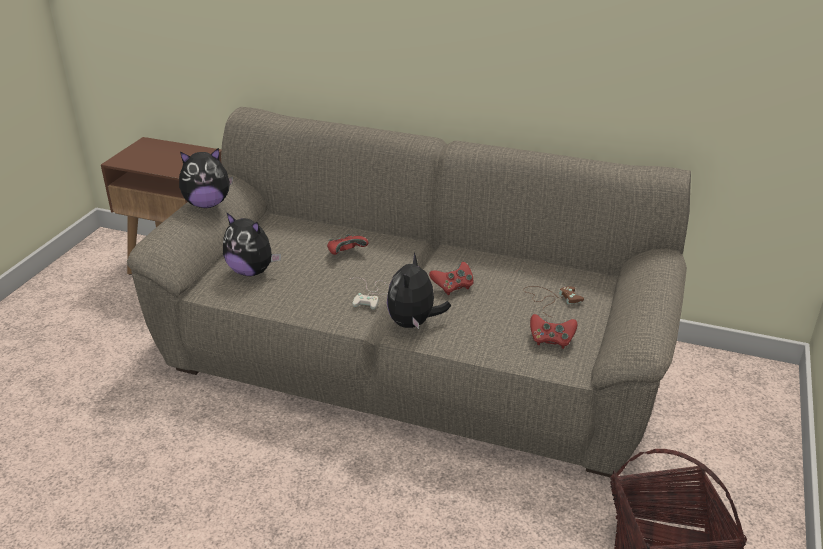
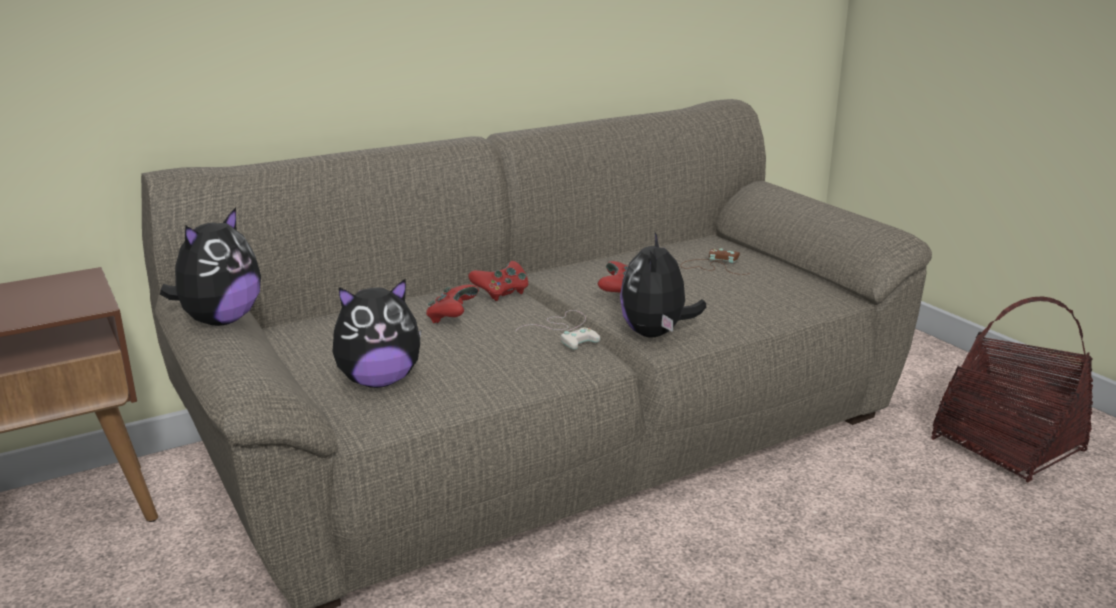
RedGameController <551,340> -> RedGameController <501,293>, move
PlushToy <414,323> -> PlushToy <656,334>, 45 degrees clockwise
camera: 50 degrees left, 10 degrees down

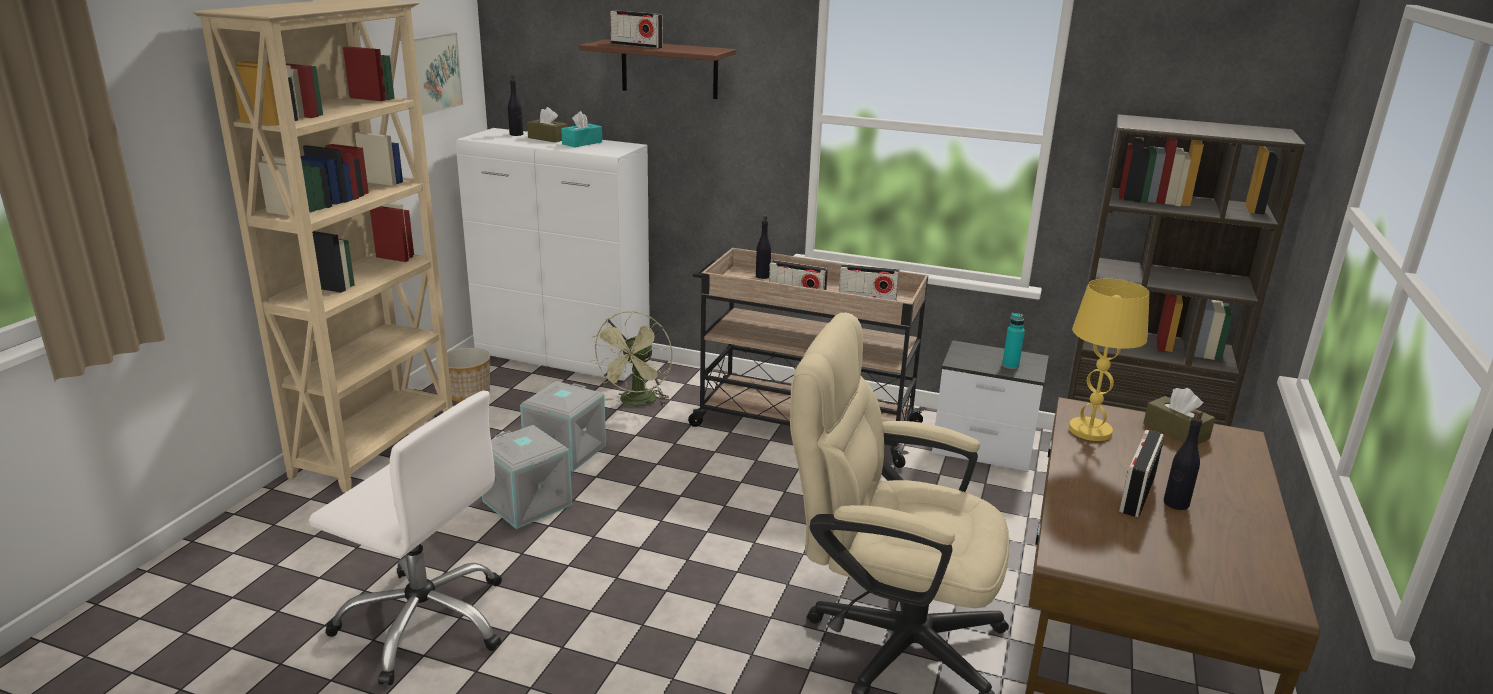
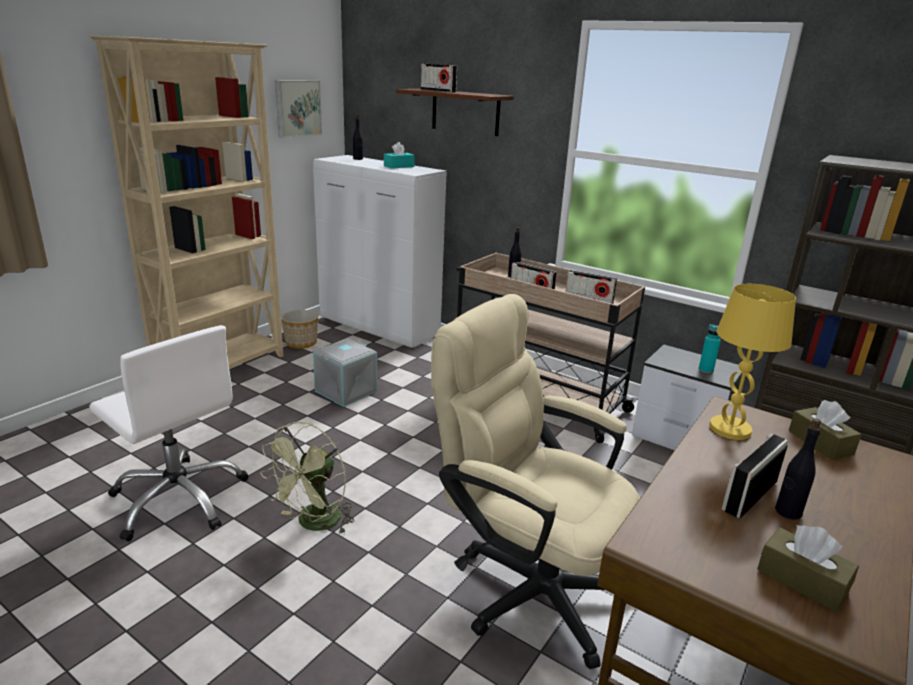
GreenFan <636,403> -> GreenFan <314,524>, move
BrownTissueBox <548,138> -> BrownTissueBox <802,580>, move
GreyStorageBox <529,502> -> none
camera: 15 degrees right, 0 degrees up

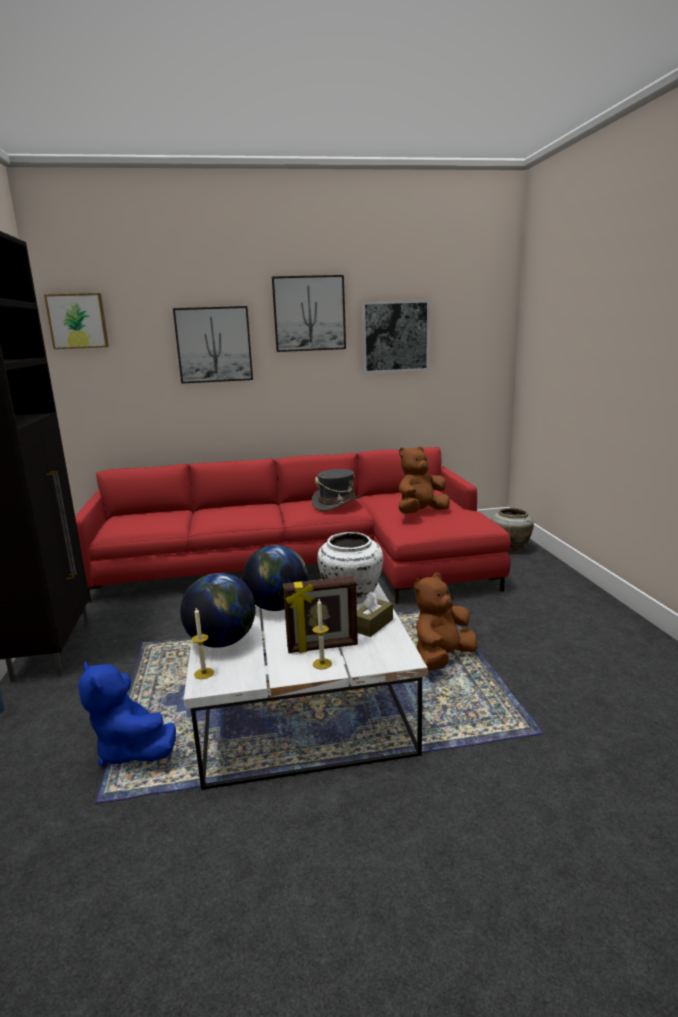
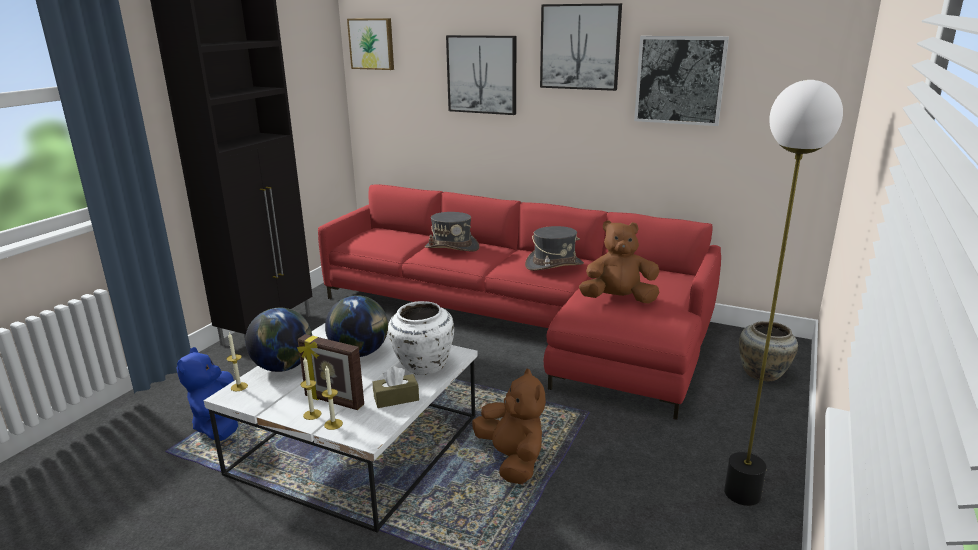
none -> Candle <333,424>
none -> GreyHat <452,247>
BrownPlushToy <442,658> -> BrownPlushToy <512,460>, 75 degrees clockwise
none -> FloorLamp <742,494>
camera: 35 degrees right, 5 degrees up

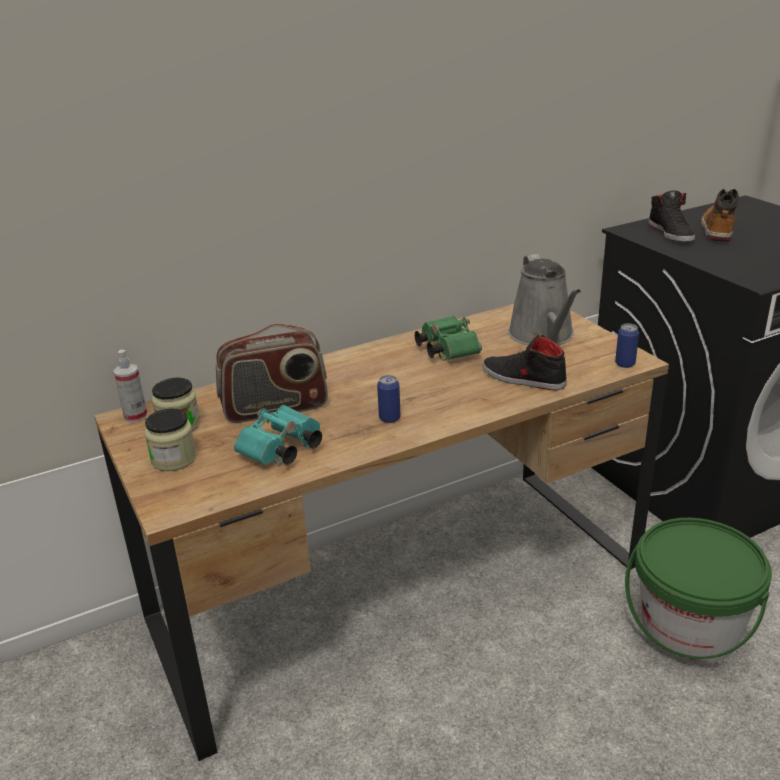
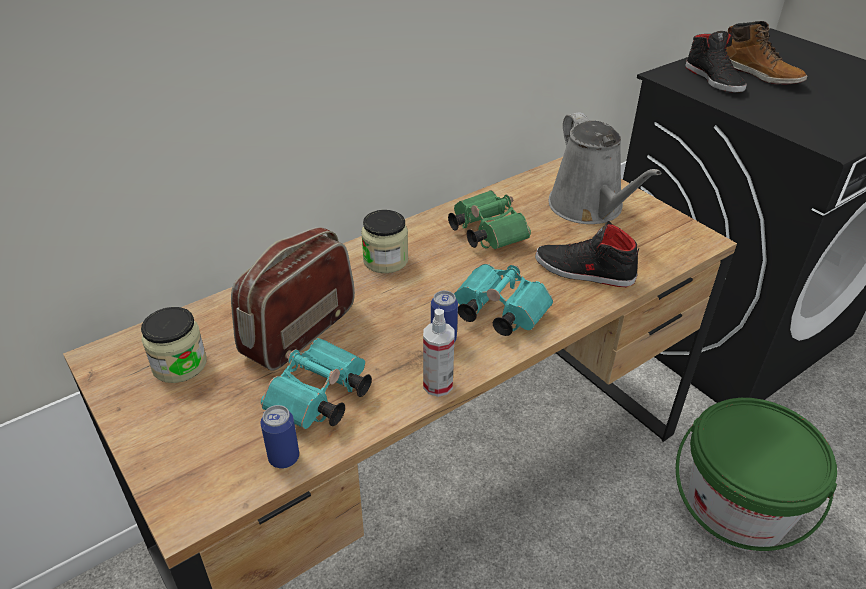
Radio <275,408> -> Radio <299,331>, 150 degrees clockwise
Can <625,364> -> Can <284,458>, move
Jar <174,459> -> Jar <385,260>, move
SprayBottle <135,416> -> SprayBottle <438,385>, move
none -> TurquoiseBinoculars <496,312>
Boot <717,229> -> Boot <760,74>, 135 degrees clockwise
camera: 10 degrees left, 10 degrees up

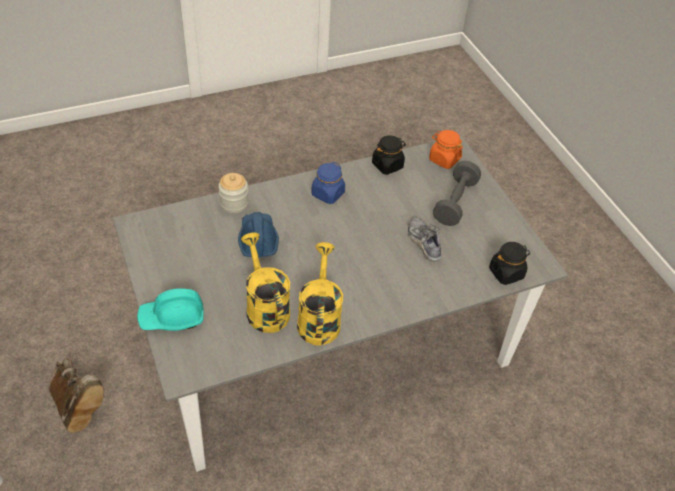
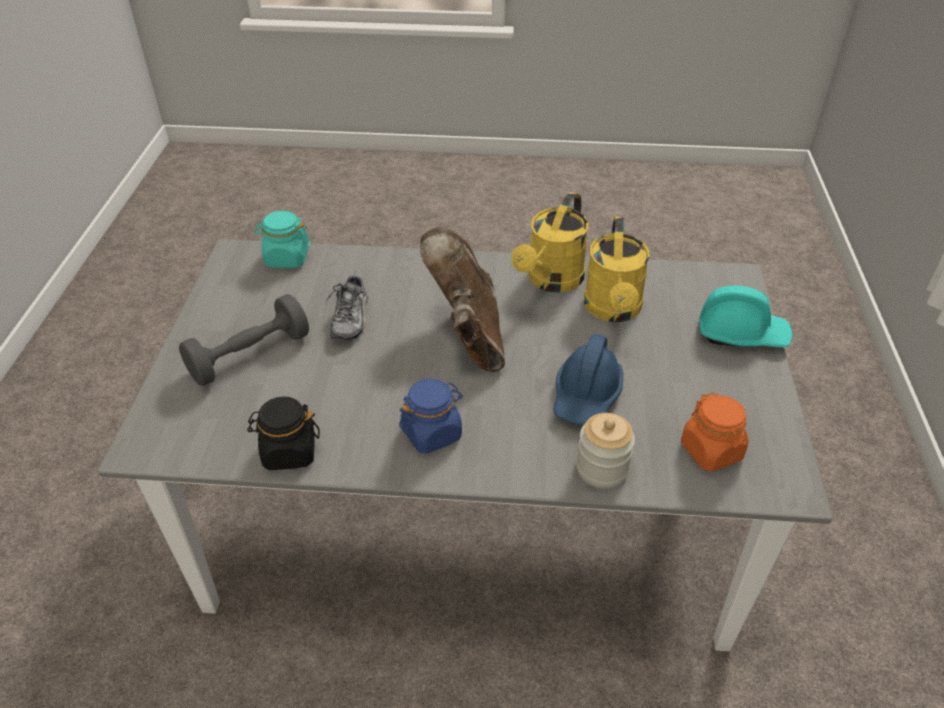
BlackJar <506,273> -> TurquoiseJar <286,258>
BrownBoot <78,408> -> BrownBoot <469,335>, move
OrangeJar <444,159> -> OrangeJar <711,451>, move
camera: 150 degrees left, 5 degrees down

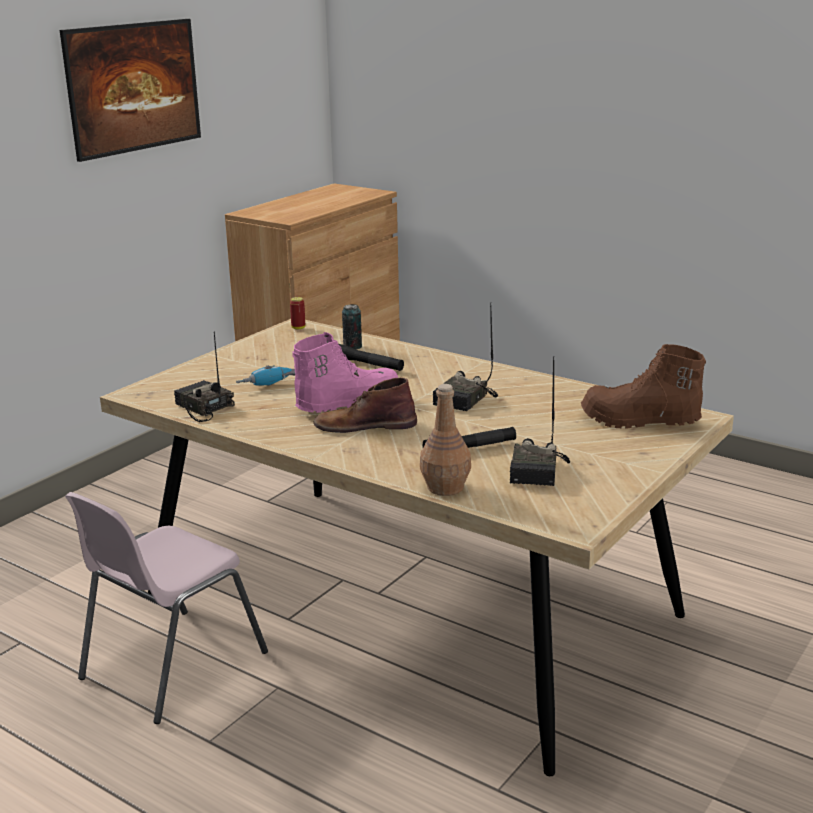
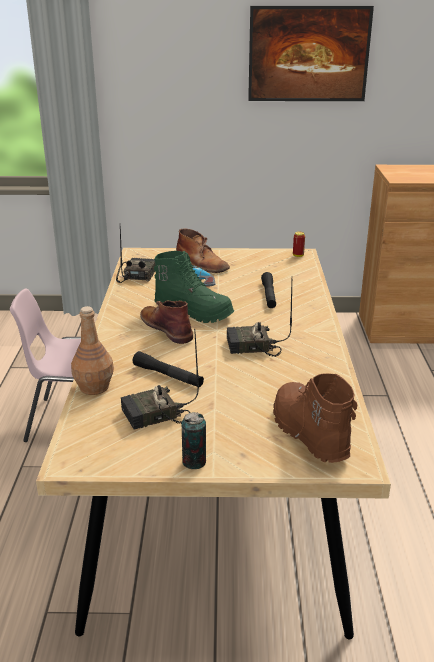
PinkBoot <348,404> -> GreenBoot <194,311>
none -> BrownBoot <201,264>
Can <352,347> -> Can <194,462>, move
camera: 55 degrees right, 5 degrees up

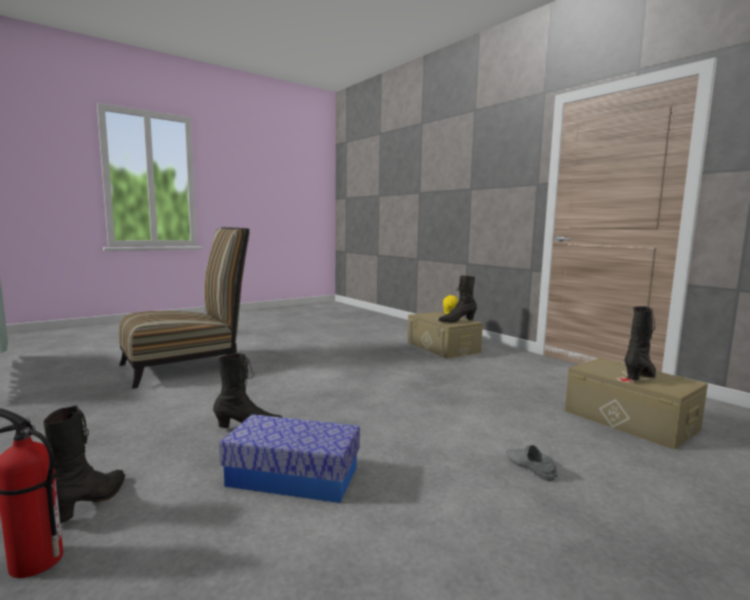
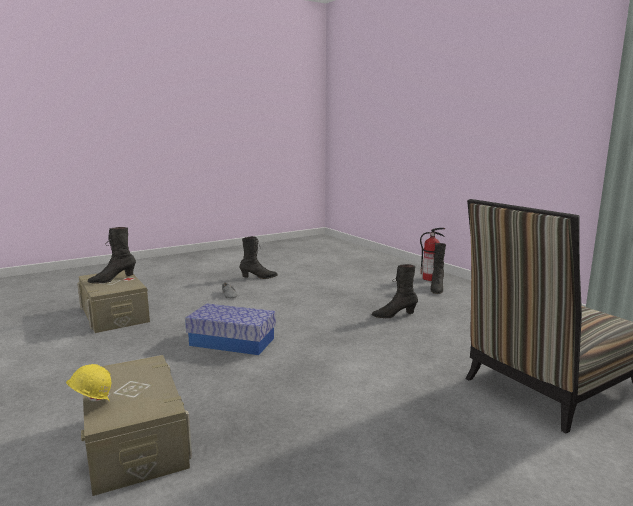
StorageBox <293,476> -> StorageBox <232,342>, move
BlackBoot <457,321> -> BlackBoot <259,277>, move
camera: 175 degrees left, 5 degrees up

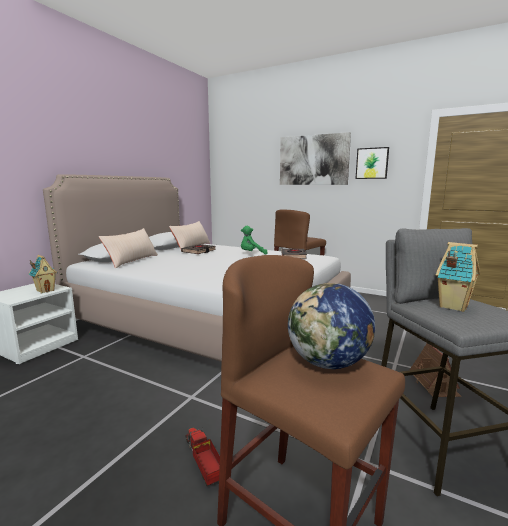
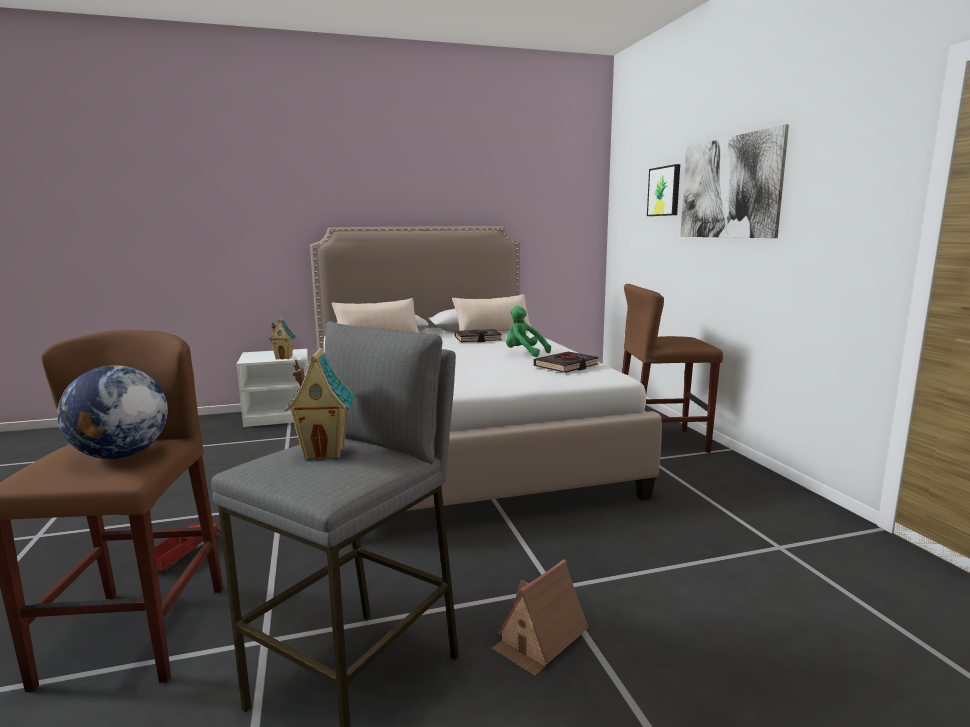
Picture <372,163> -> Picture <665,191>, move
camera: 45 degrees right, 0 degrees up

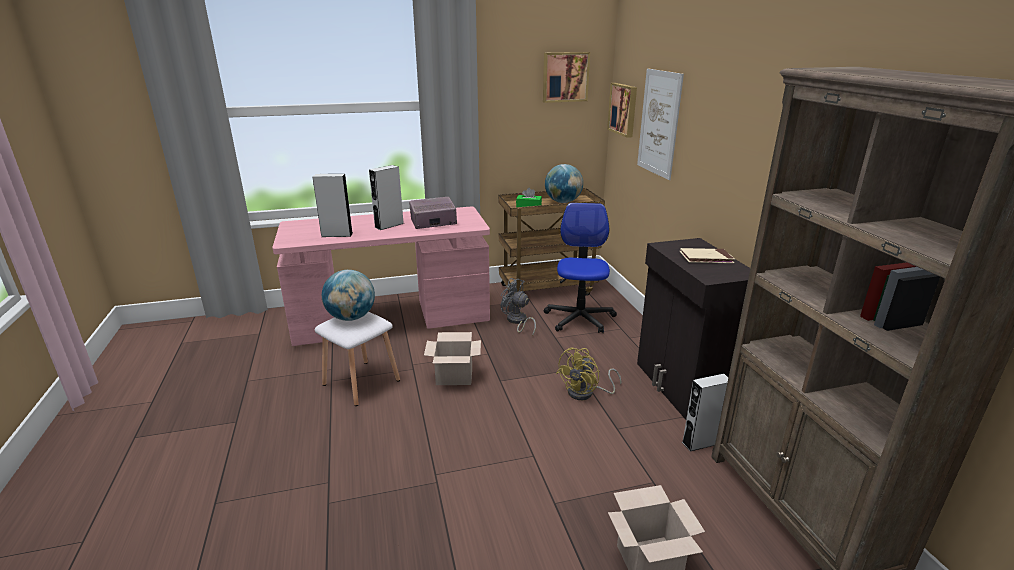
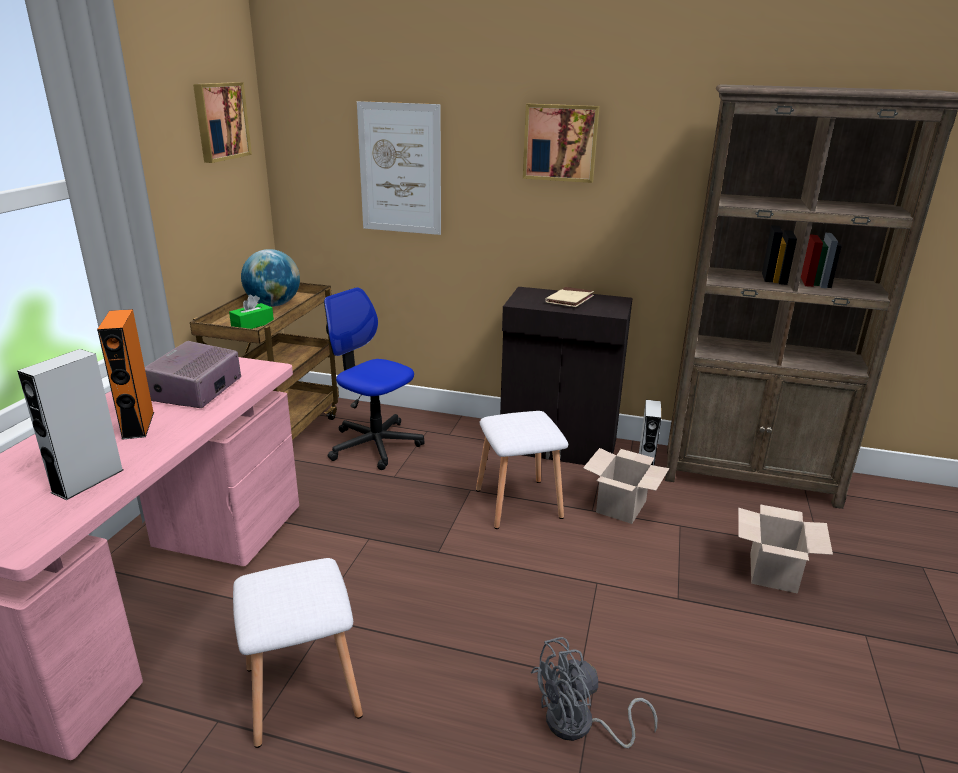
GreySpeaker <389,225> -> OrangeSpeaker <138,425>
YellowFan <586,393> -> WhiteStool <519,503>
Picture <624,109> -> Picture <560,142>, move
GreyFan <517,321> -> GreyFan <579,726>, move
CardboardBox <453,377> -> CardboardBox <621,507>, move
Globe <351,317> -> none
camera: 60 degrees left, 0 degrees up

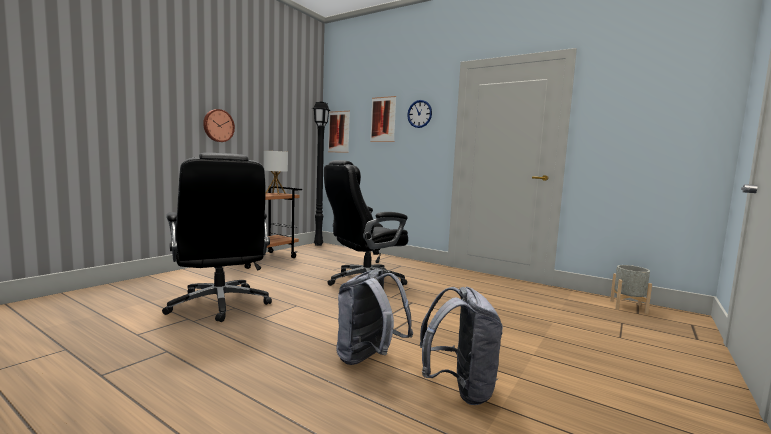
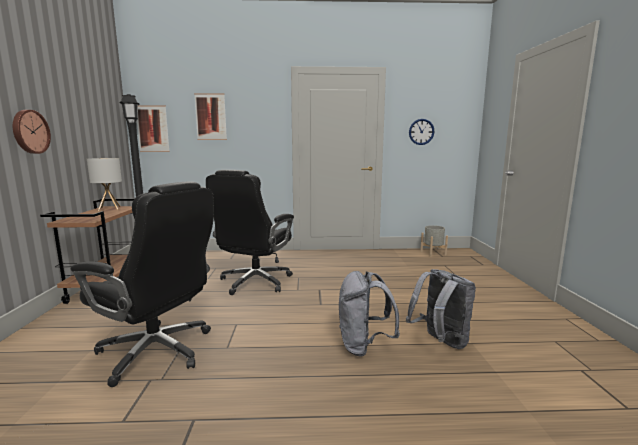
WallClock <419,114> -> WallClock <421,132>, move
camera: 35 degrees left, 5 degrees up

